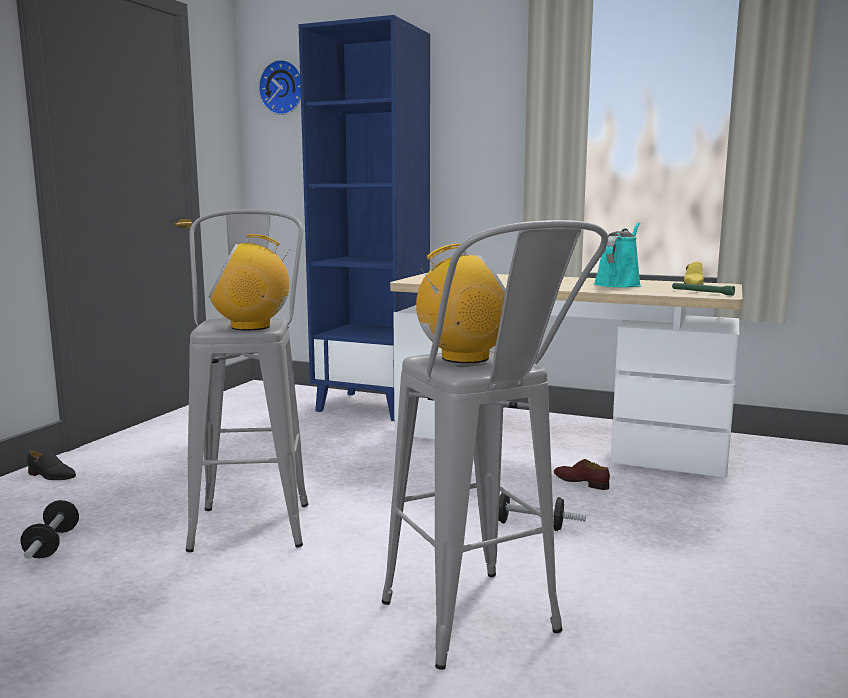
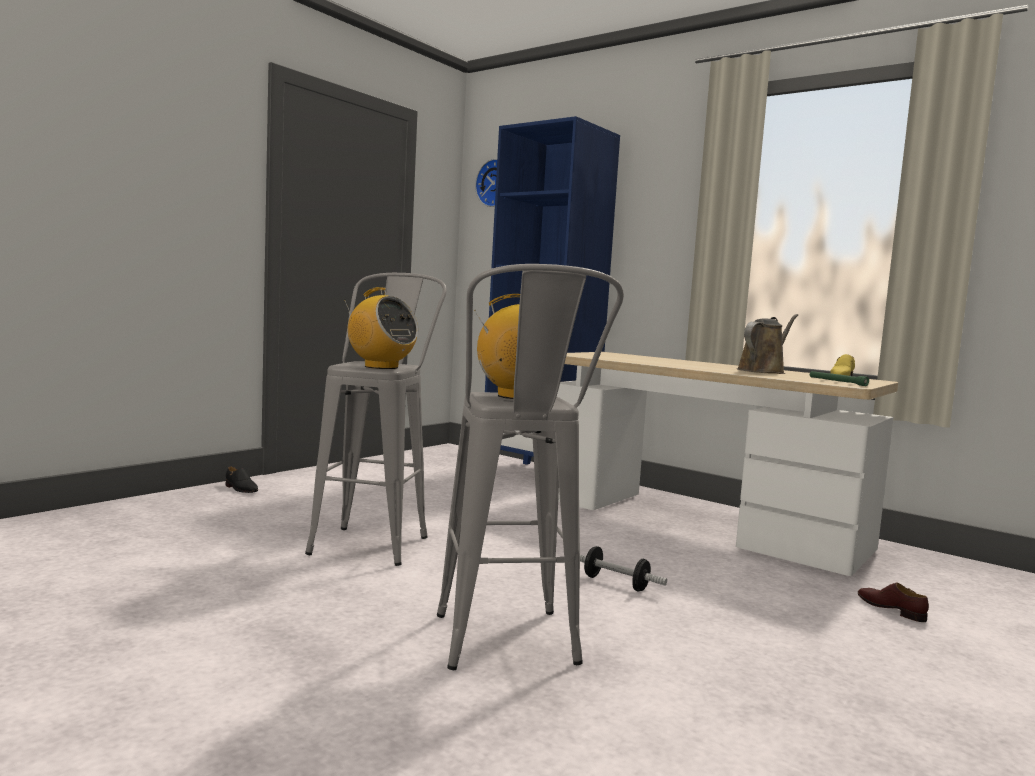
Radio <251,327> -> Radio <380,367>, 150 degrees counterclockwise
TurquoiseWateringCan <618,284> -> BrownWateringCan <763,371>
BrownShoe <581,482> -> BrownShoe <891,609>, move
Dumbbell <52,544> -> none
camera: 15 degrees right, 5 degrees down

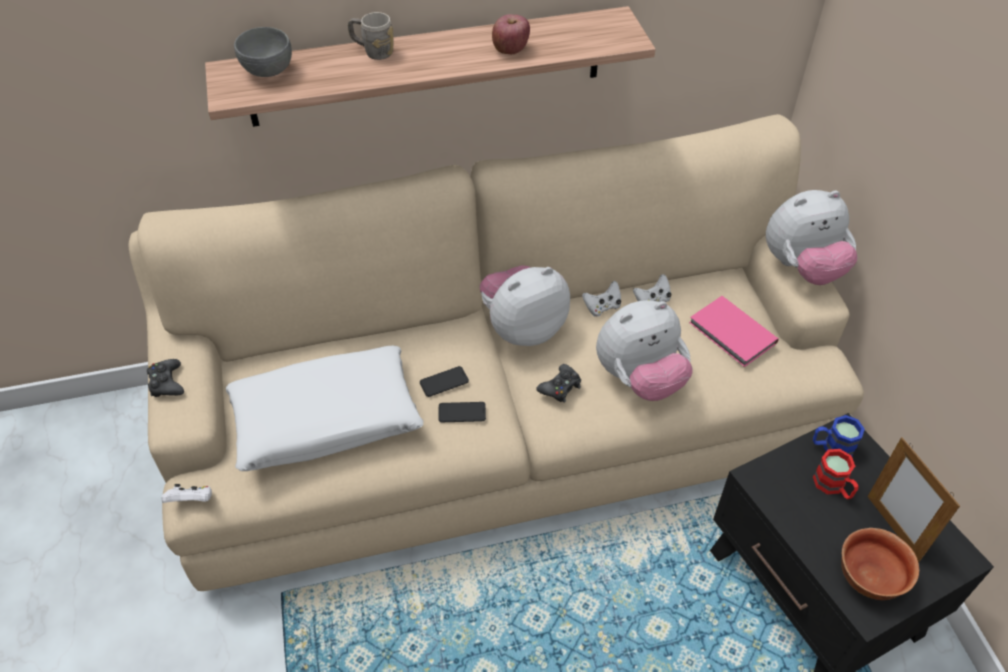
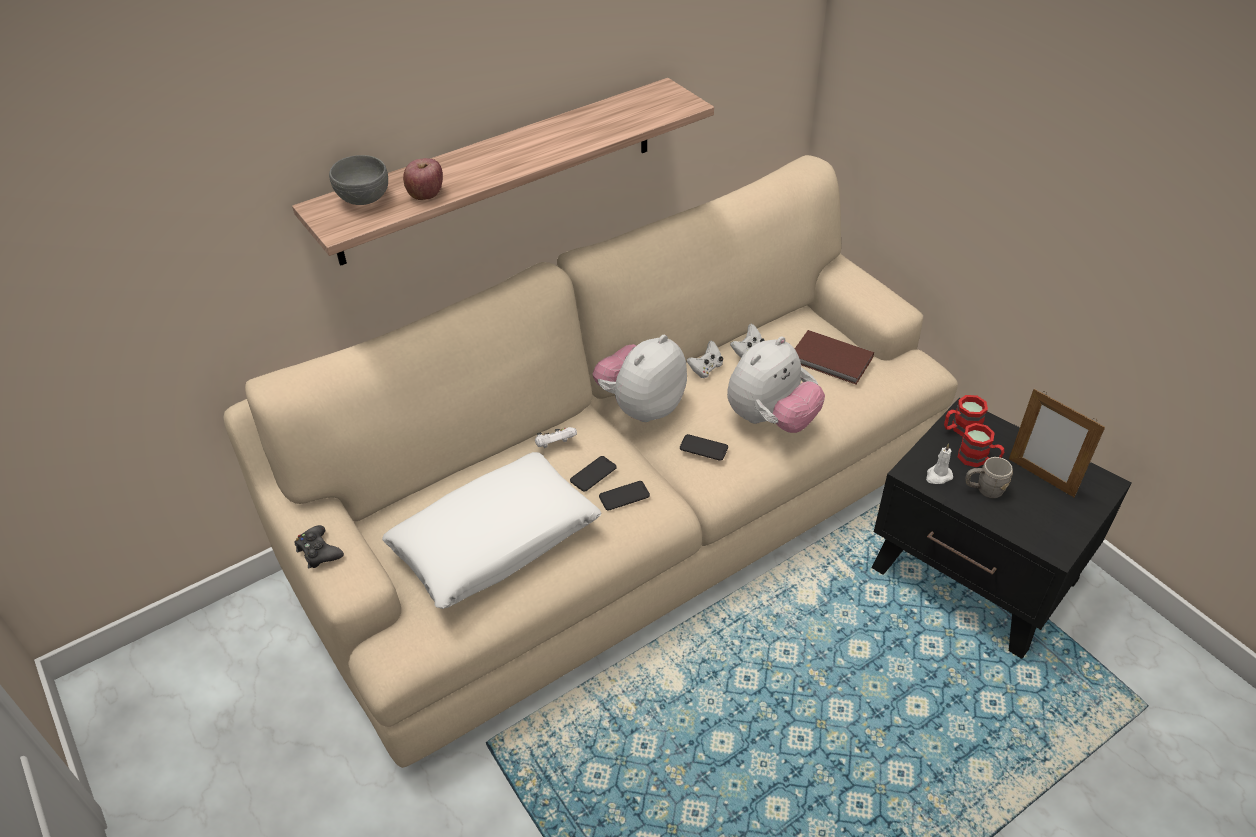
Apple <510,49> -> Apple <426,194>, move
WhiteGameController <192,501> -> WhiteGameController <555,445>, move
BlackGameController <560,387> -> Phone <703,448>
PinkBook <732,334> -> BrownBook <831,360>
none -> WhiteCandle <938,476>
BlueMug <831,447> -> RedMug <960,428>
GreyMug <373,51> -> GreyMug <984,490>, move
PlushToy <802,268> -> none
Bowl <868,576> -> none
camera: 20 degrees left, 5 degrees down

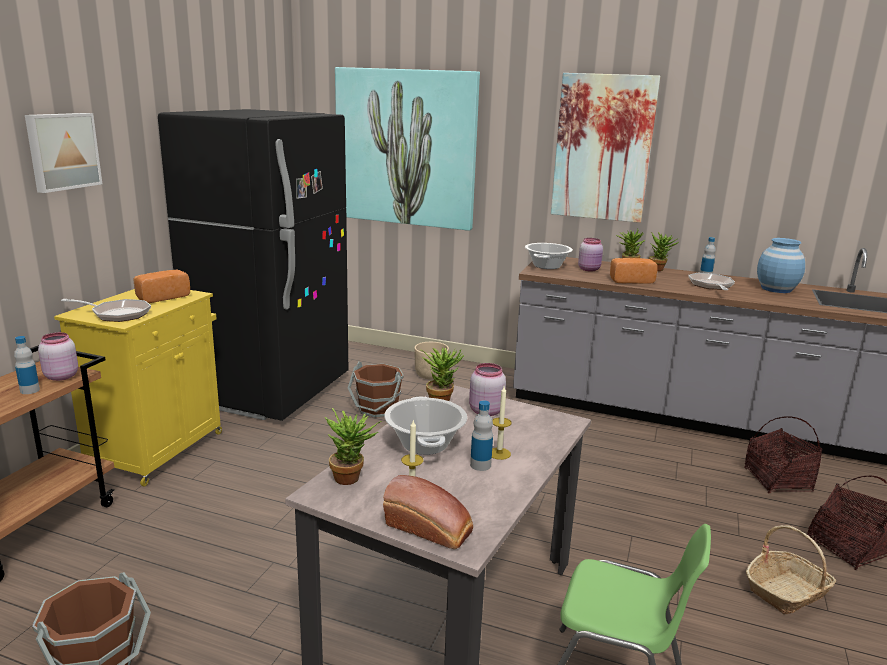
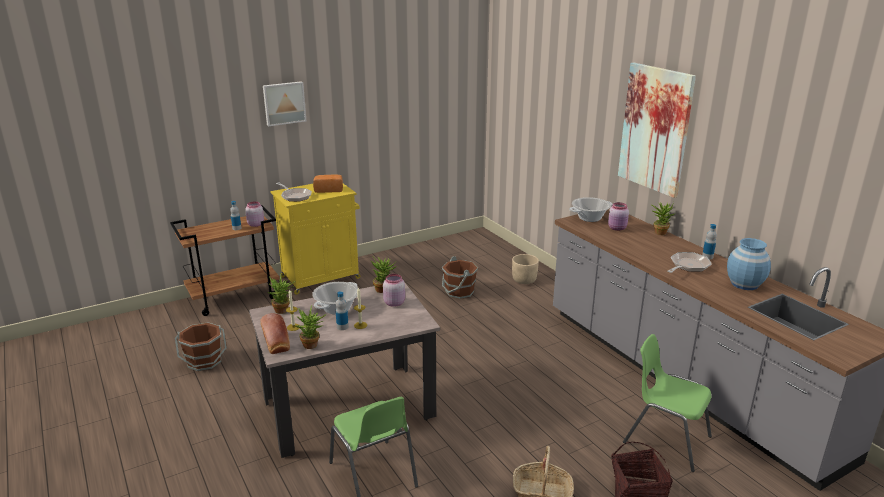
PottedPlant <659,269> -> PottedPlant <312,346>, move
Basket <777,480> -> GreenChair <665,439>
BlackFridge <272,391> -> none
Picture <406,148> -> none
Bread <630,280> -> none
camera: 40 degrees right, 5 degrees up

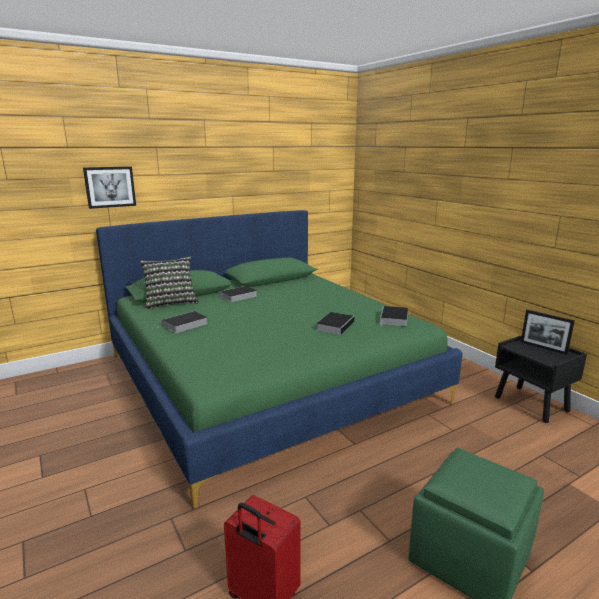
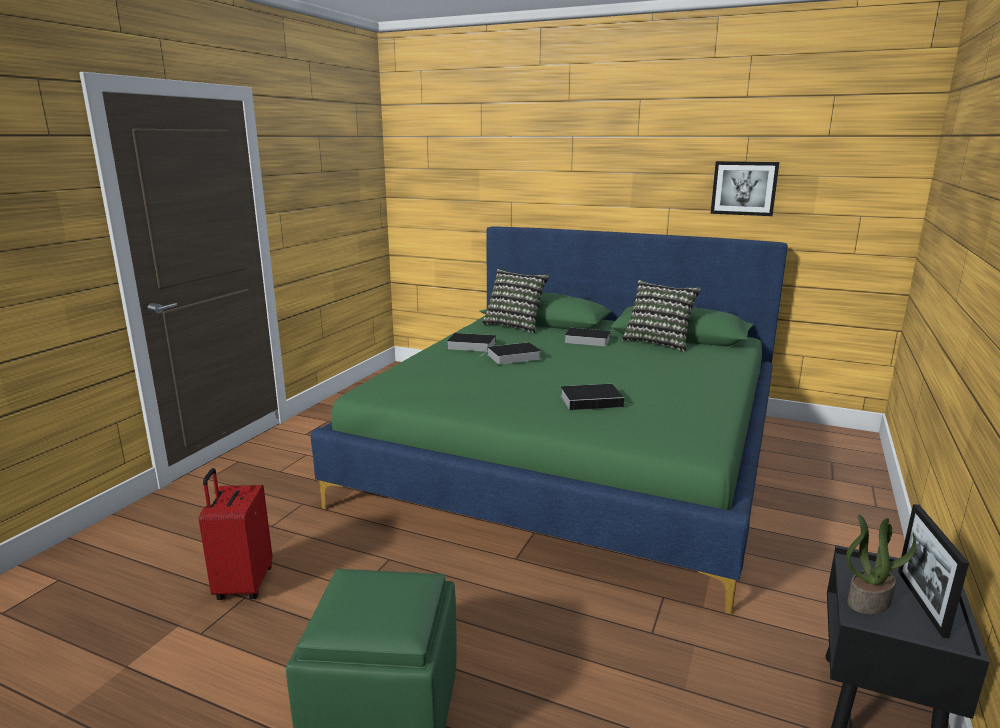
Book <394,319> -> Book <512,357>, move
none -> Pillow <658,342>
Picture <110,187> -> Picture <744,188>, move
none -> PottedPlant <868,601>
camera: 55 degrees right, 0 degrees up

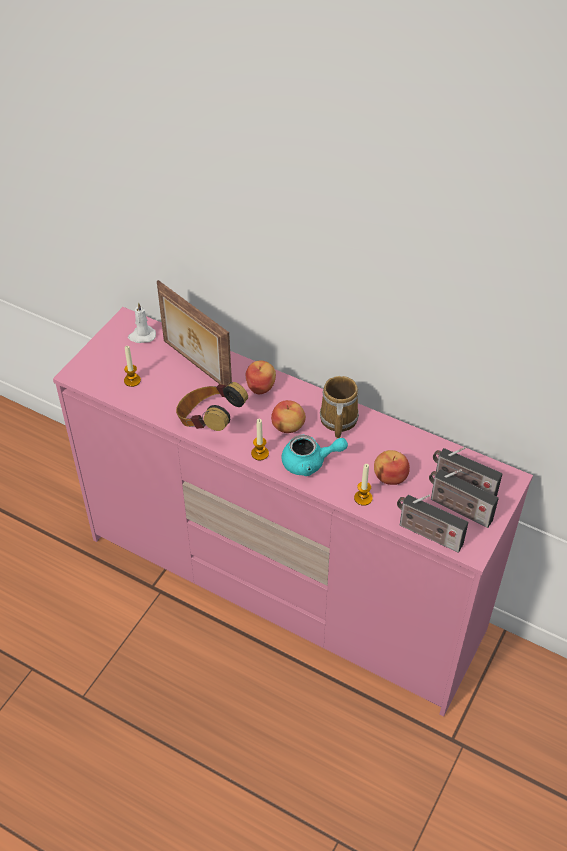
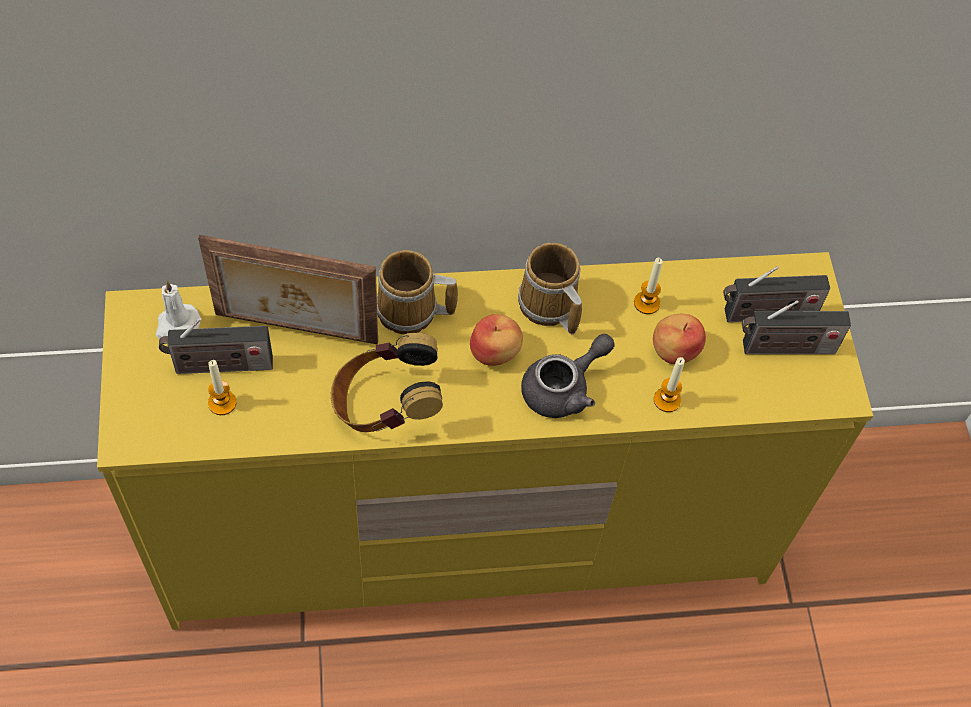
PinkDresser <284,585> -> YellowDresser <469,535>
Radio <427,534> -> Radio <219,366>, move
Apple <261,386> -> Mug <411,312>
TurquoiseTeapot <310,462> -> GreyTeapot <564,388>
Candle <260,453> -> Candle <646,303>, move
camera: 40 degrees left, 10 degrees up

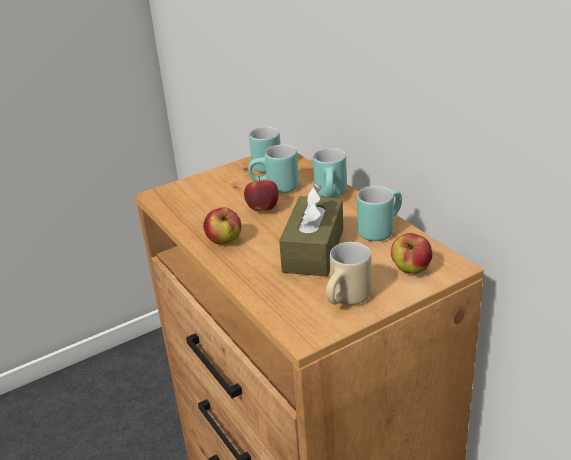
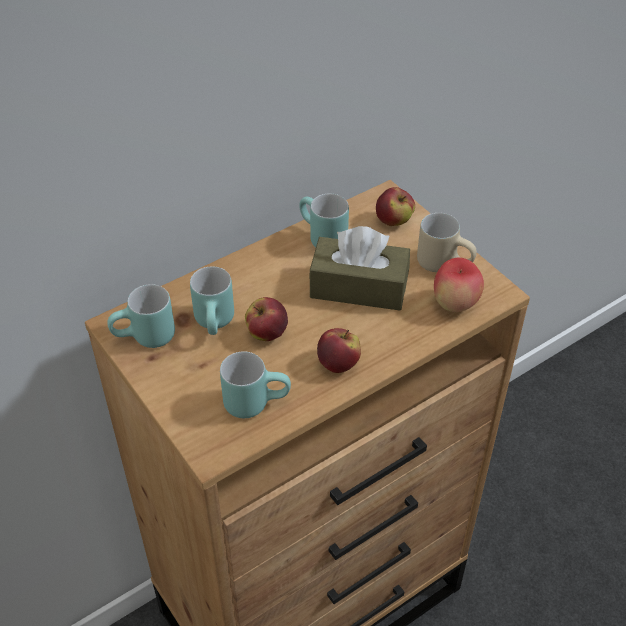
TurquoiseMug <333,195> -> TurquoiseMug <256,401>, move
none -> Apple <455,304>
camera: 95 degrees left, 15 degrees up

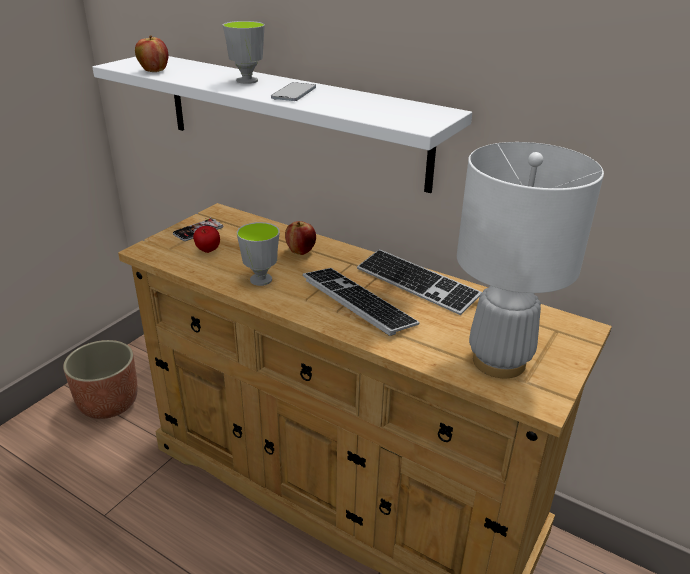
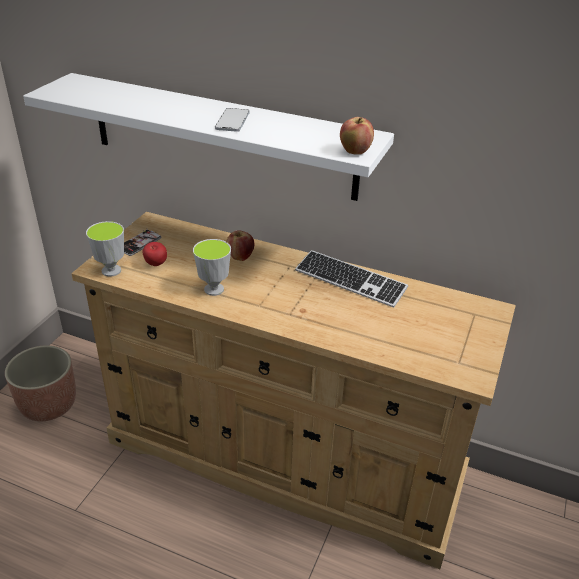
Cup <247,81> -> Cup <111,271>, move
Apple <154,71> -> Apple <355,151>, move
Keyboard <358,302> -> none
WhiteTableLamp <498,361> -> none
camera: 10 degrees left, 5 degrees up

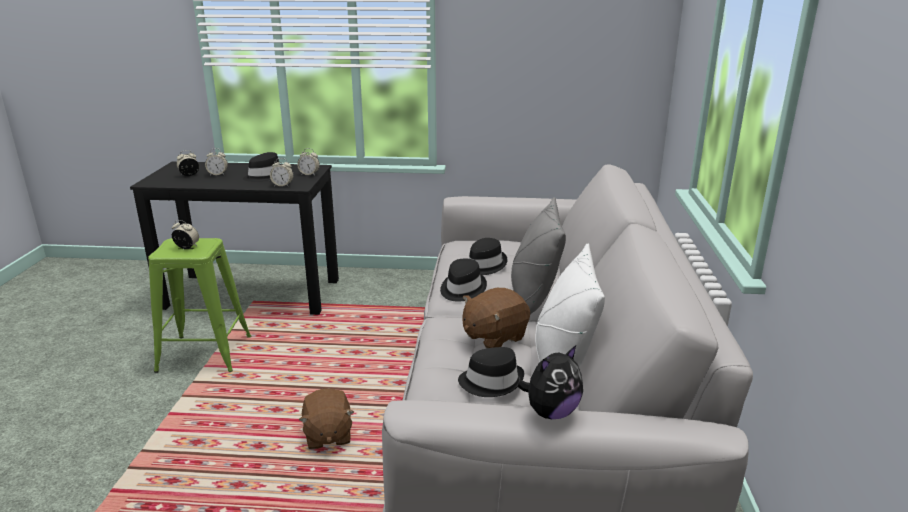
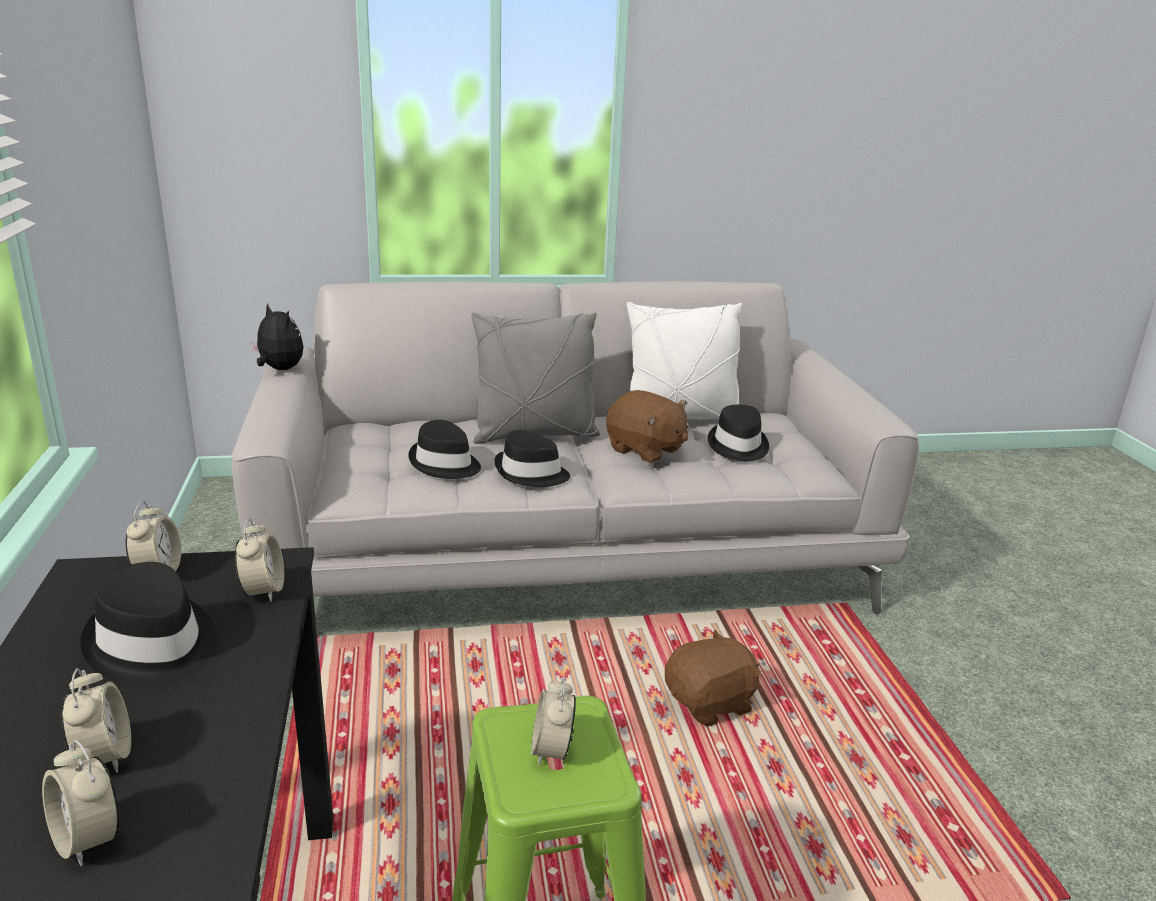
PlushToy <551,412> -> PlushToy <279,369>, move
camera: 105 degrees left, 0 degrees up

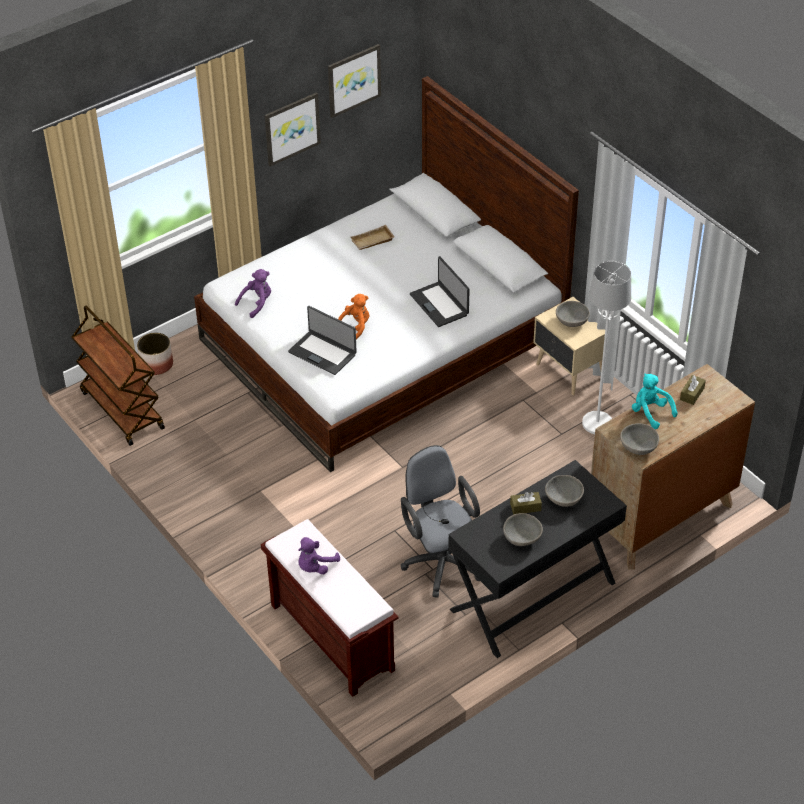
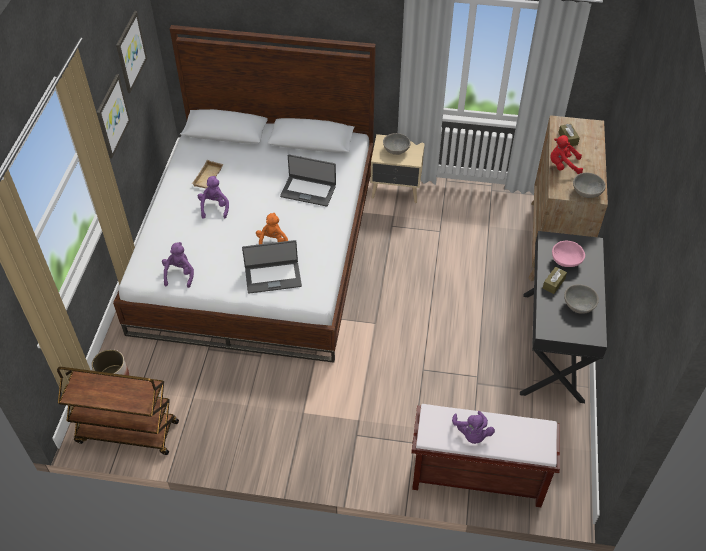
none -> PurplePlushToy <214,207>
TurquoisePlushToy <650,412> -> RedPlushToy <563,166>
GreyBowl <563,498> -> PinkBowl <565,261>
GreyOfficeChair <440,561> -> none
WhiteFloorLamp <597,423> -> none
camera: 45 degrees left, 5 degrees up

